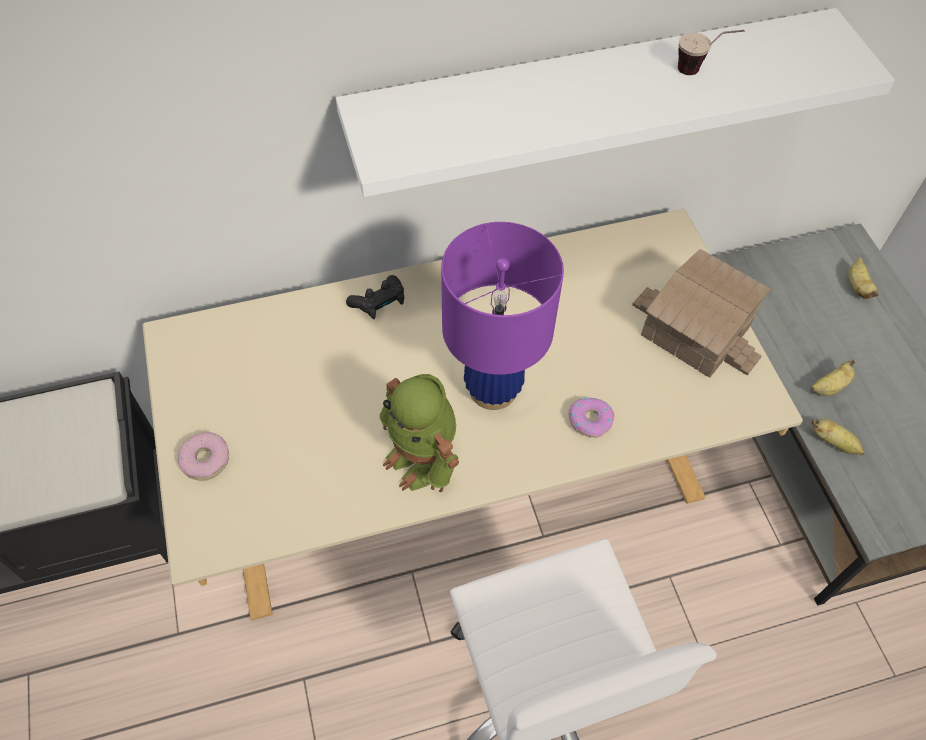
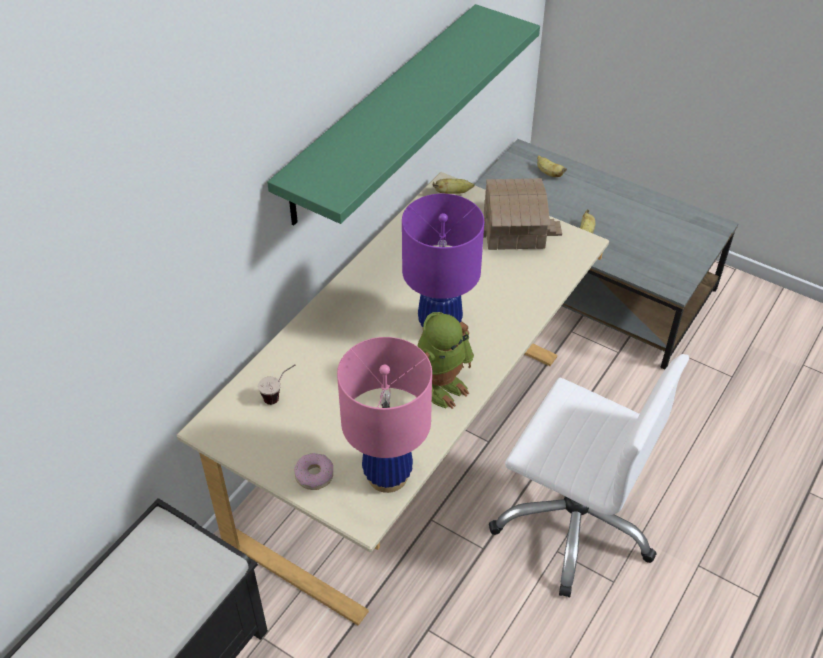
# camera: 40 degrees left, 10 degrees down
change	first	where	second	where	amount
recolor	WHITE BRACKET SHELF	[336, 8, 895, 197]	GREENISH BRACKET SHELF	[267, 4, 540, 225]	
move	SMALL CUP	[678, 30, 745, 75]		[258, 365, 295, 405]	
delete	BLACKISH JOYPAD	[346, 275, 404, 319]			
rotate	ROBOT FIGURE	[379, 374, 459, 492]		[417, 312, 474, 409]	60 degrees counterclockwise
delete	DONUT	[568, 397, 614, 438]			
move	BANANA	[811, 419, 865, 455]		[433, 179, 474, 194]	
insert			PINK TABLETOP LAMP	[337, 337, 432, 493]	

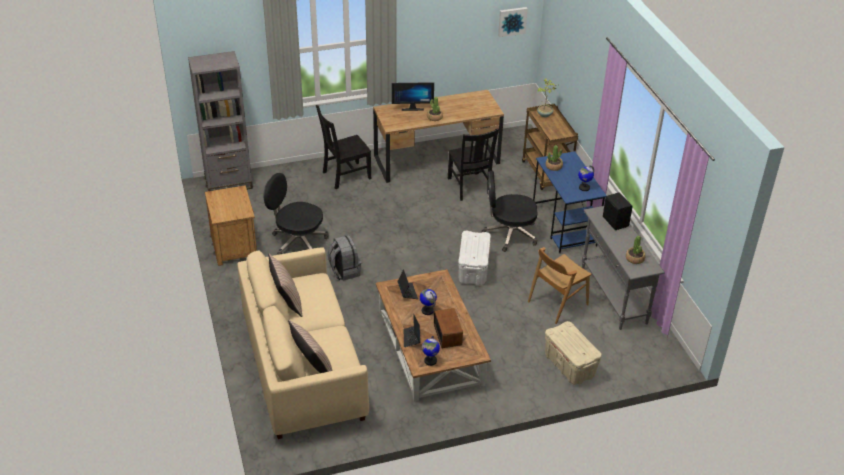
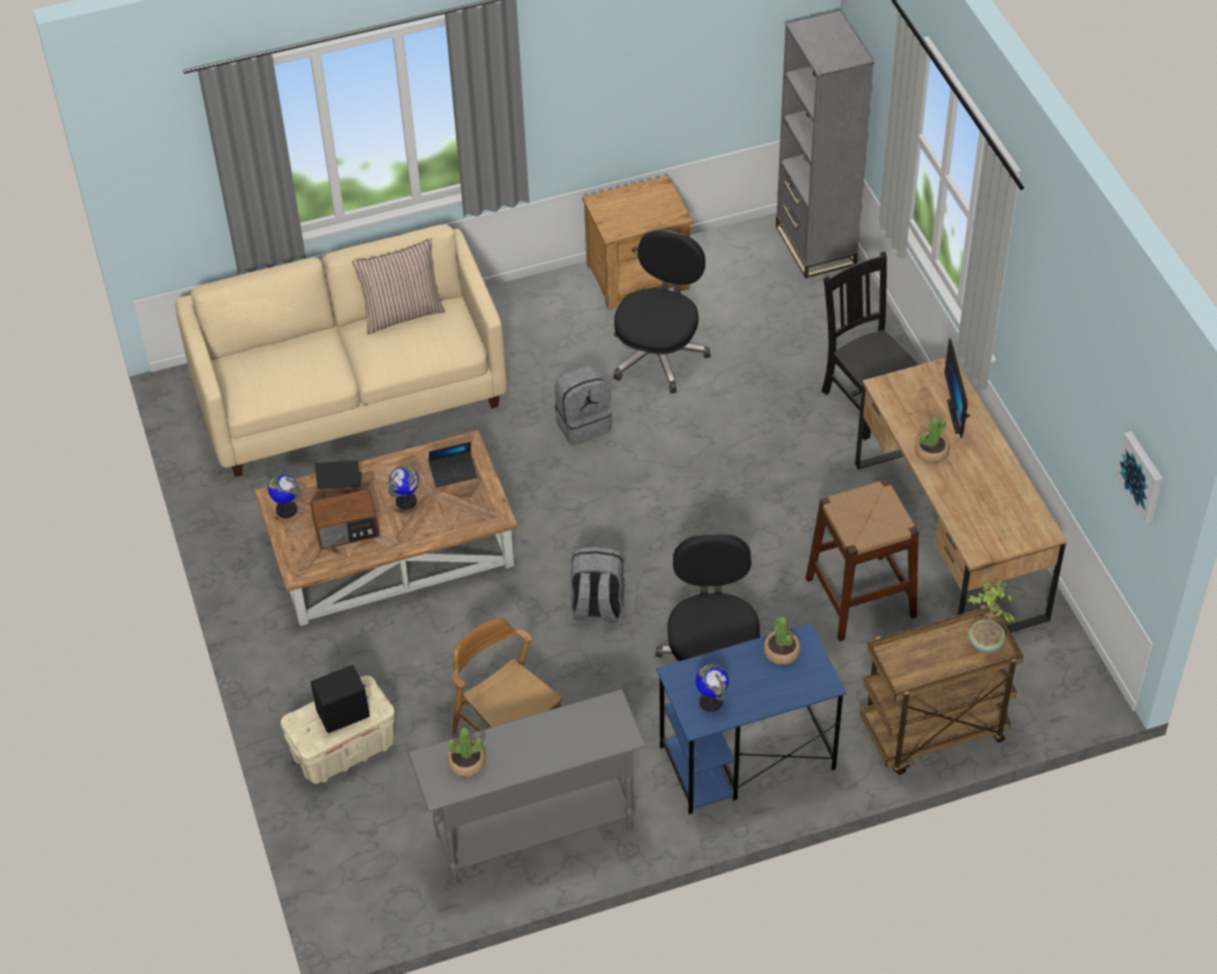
# camera: 90 degrees right, 10 degrees up
change	first	where	second	where	amount
replace	BLACKISH PLAIN CHAIR	[448, 128, 499, 201]	BROWN STOOL SEAT	[806, 479, 919, 641]	
move	BLACKISH SPEAKER	[603, 193, 633, 230]		[311, 665, 370, 733]	
replace	WHITE STORAGE CONTAINER	[458, 231, 491, 285]	GRAY BACKPACK	[570, 547, 625, 623]	
delete	THROW PILLOW	[288, 320, 333, 373]			

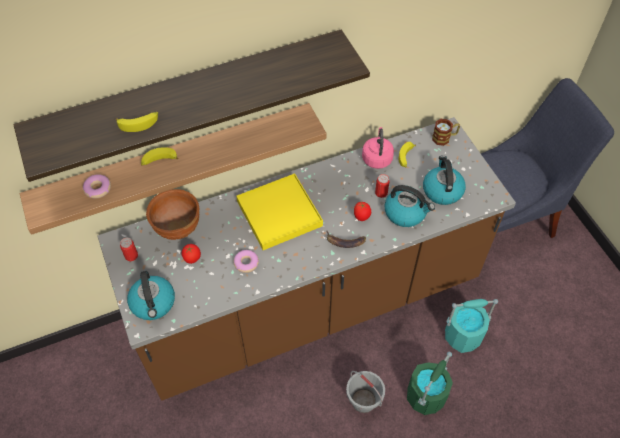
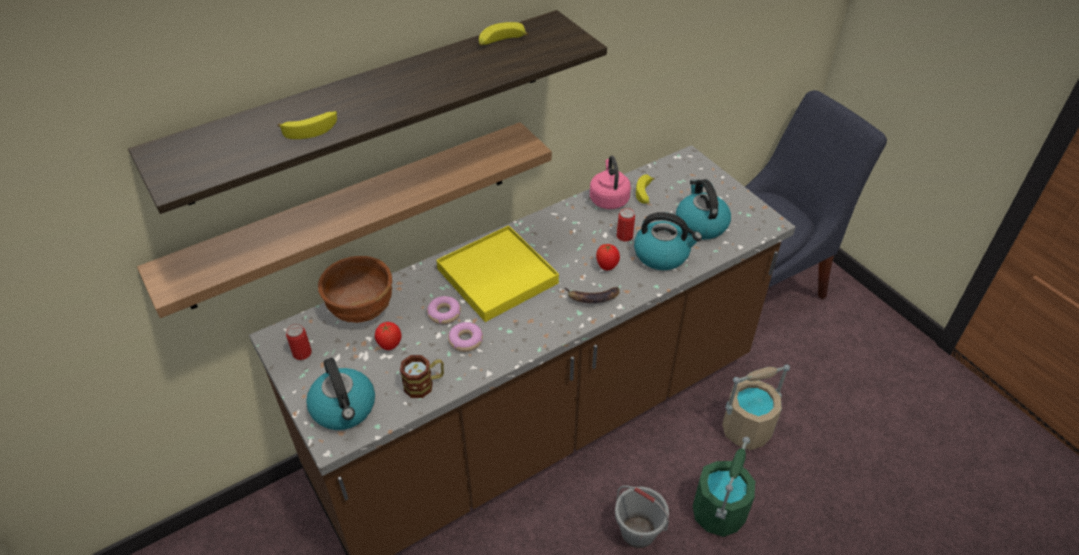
# camera: 10 degrees left, 10 degrees down
change	first	where	second	where	amount
move	MUG	[432, 119, 460, 146]		[400, 355, 444, 398]	
move	BANANA	[141, 147, 178, 166]		[479, 22, 529, 46]	
move	DONUT	[83, 174, 111, 199]		[427, 296, 461, 324]	
recolor	TURQUOISE-COLOURED BUCKET	[445, 299, 498, 353]	BEIGE BUCKET	[722, 364, 790, 450]	

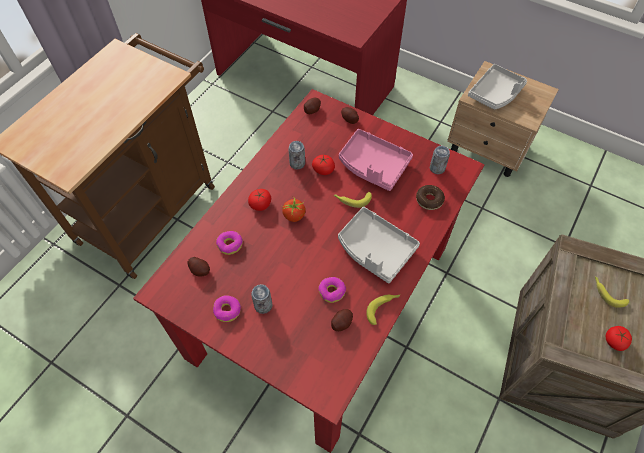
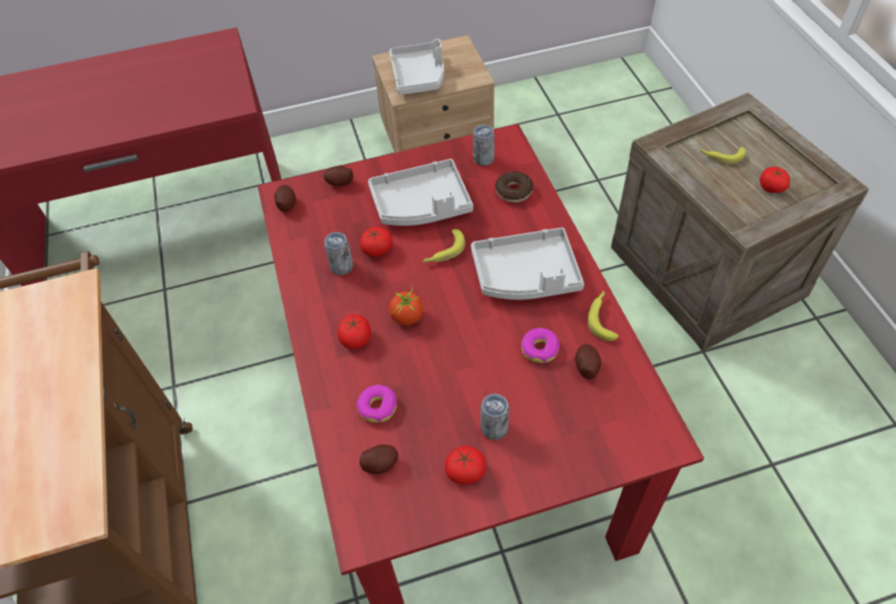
# camera: 45 degrees left, 5 degrees down
change	first	where	second	where	amount
recolor	PINK SERVING TRAY	[339, 129, 413, 191]	GRAY SERVING TRAY	[368, 159, 473, 226]	
replace	DONUT	[213, 295, 241, 322]	TOMATO	[445, 446, 486, 484]	

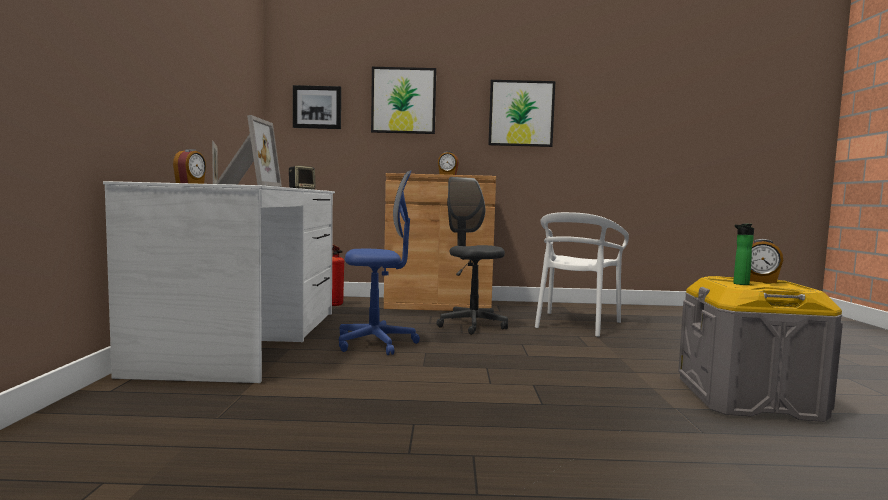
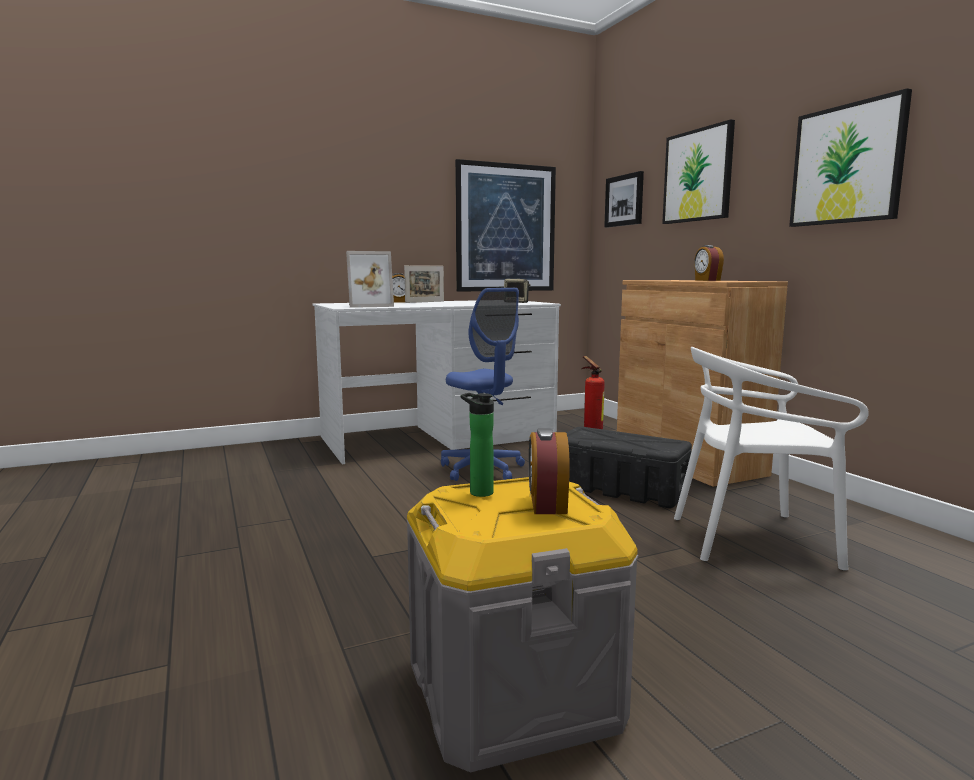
# camera: 65 degrees right, 5 degrees up
change	first	where	second	where	amount
replace	GRAY OFFICE CHAIR	[436, 177, 508, 335]	BLACKISH STORAGE CONTAINER	[566, 427, 692, 508]	
insert			WALL PICTURE	[455, 159, 556, 292]	

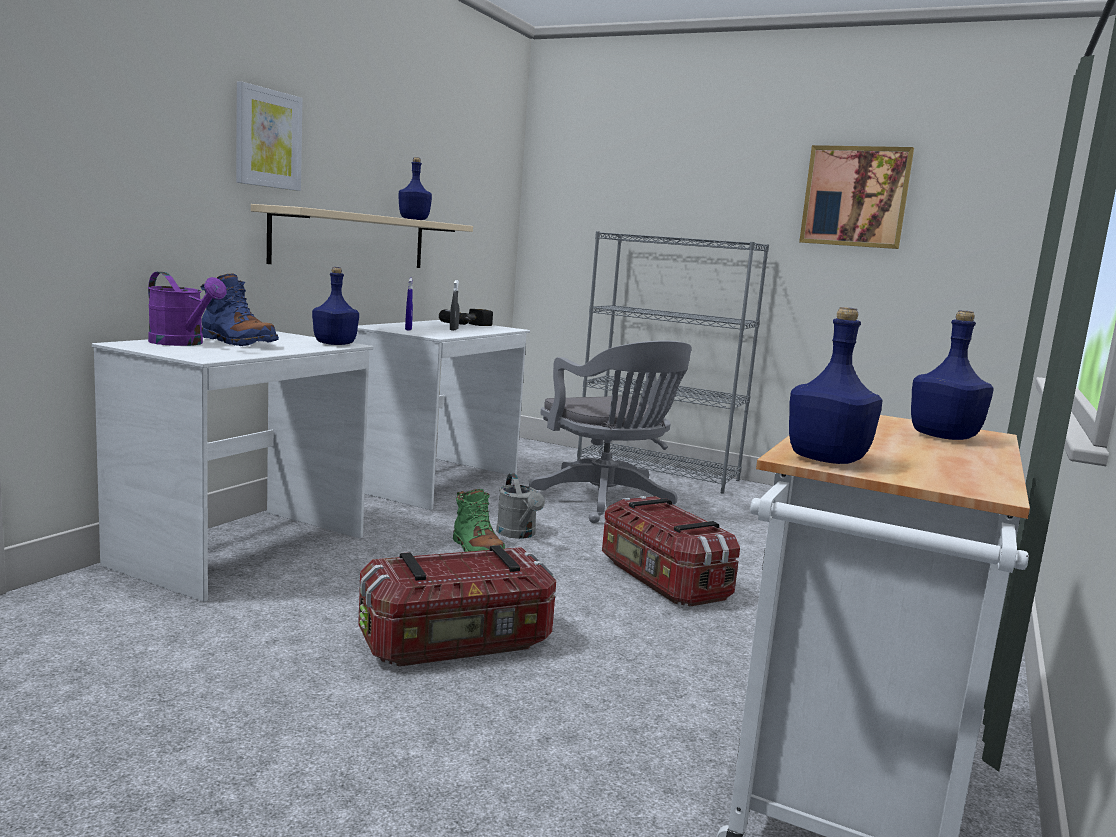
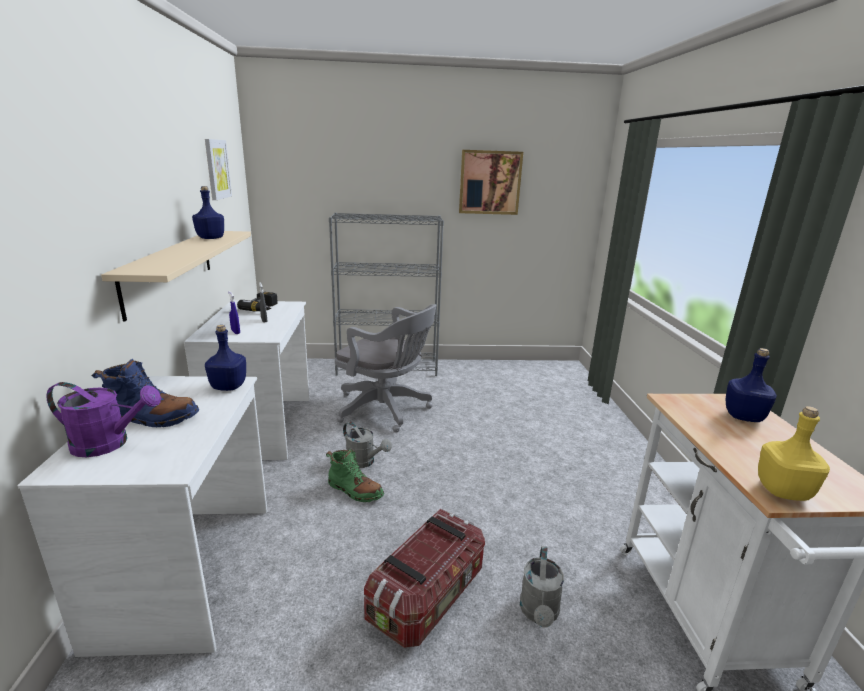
# camera: 30 degrees left, 10 degrees up
change	first	where	second	where	amount
move	WALL PICTURE	[236, 81, 303, 191]		[205, 139, 232, 200]	
recolor	BLUISH BOTTLE	[789, 307, 883, 464]	YELLOWISH BOTTLE	[758, 406, 830, 501]	
delete	STORAGE CONTAINER	[602, 496, 740, 607]			
insert			GRAY WATERING CAN	[520, 546, 564, 628]	

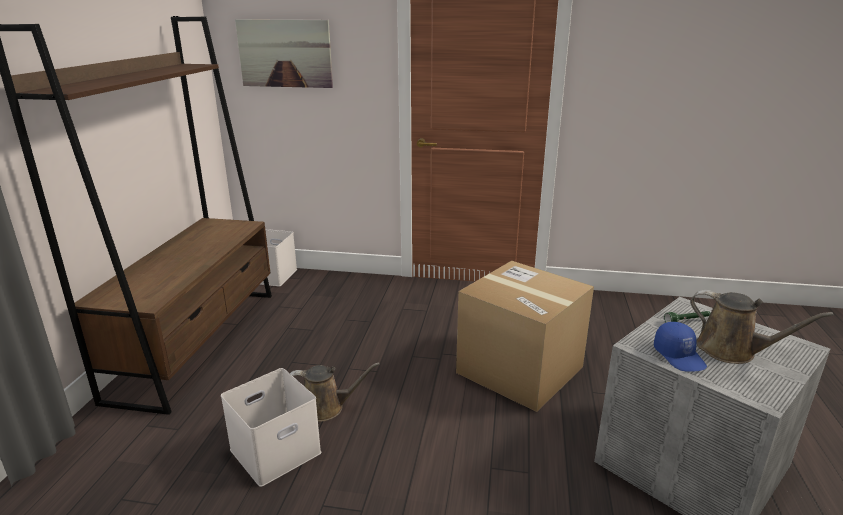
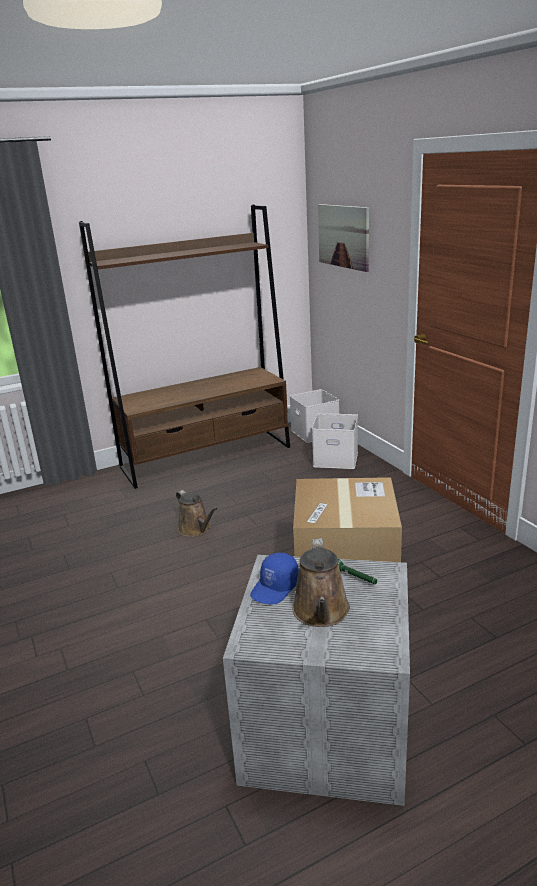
# camera: 55 degrees right, 0 degrees up
change	first	where	second	where	amount
move	WHITE STORAGE CONTAINER	[221, 368, 321, 487]		[312, 413, 358, 469]	

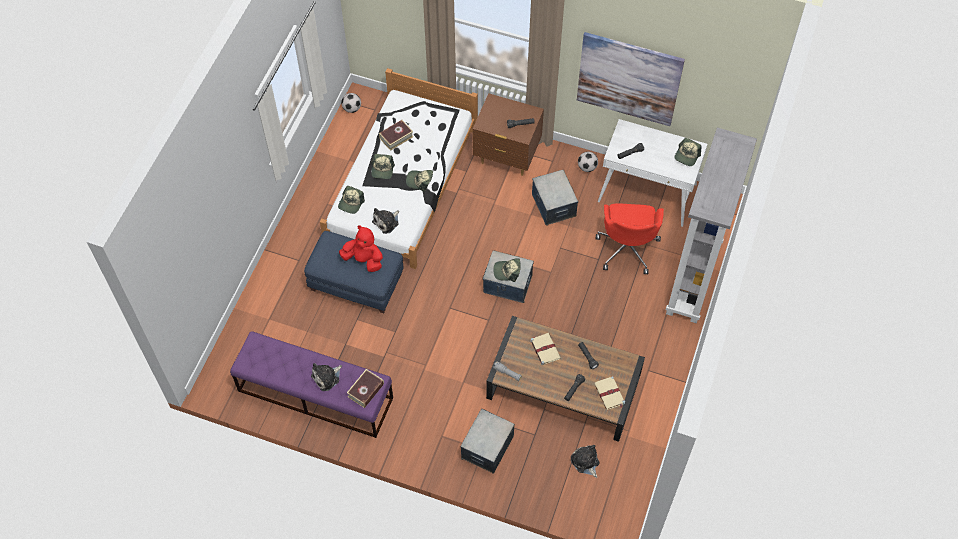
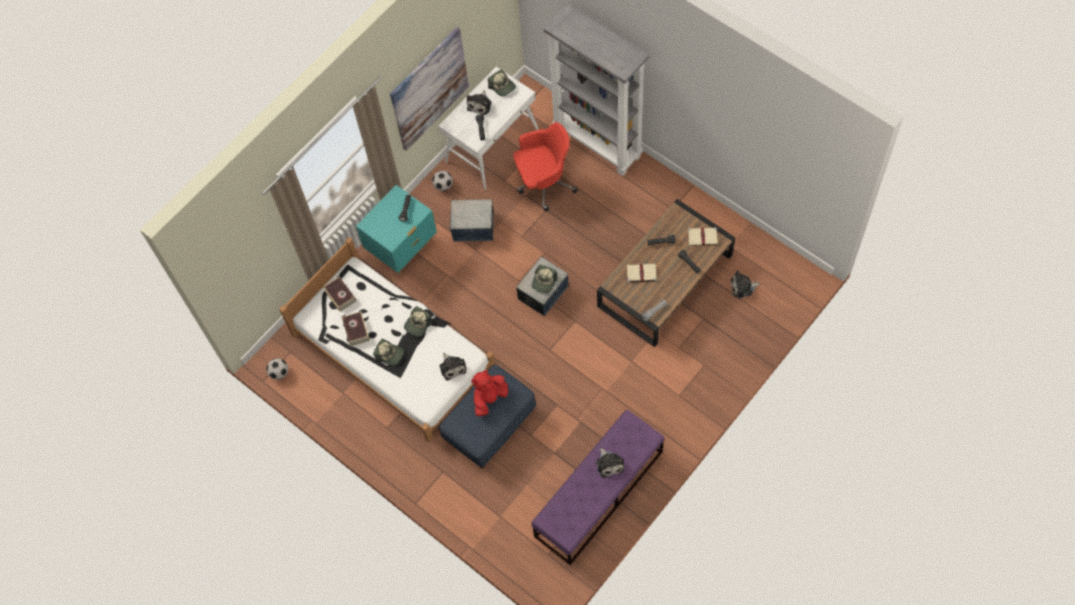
# camera: 65 degrees left, 5 degrees up
change	first	where	second	where	amount
recolor	BROWN NIGHTSTAND	[472, 93, 544, 176]	TURQUOISE-COLOURED NIGHTSTAND	[356, 185, 437, 274]	
delete	CAP	[338, 186, 365, 214]			
rotate	RED-COLOURED OFFICE CHAIR	[596, 203, 664, 274]		[513, 122, 578, 211]	45 degrees counterclockwise
move	VOLUME	[347, 369, 384, 408]		[323, 277, 356, 312]	
delete	STORAGE CONTAINER	[461, 409, 515, 473]			
insert			SOFT TOY	[467, 90, 492, 115]	

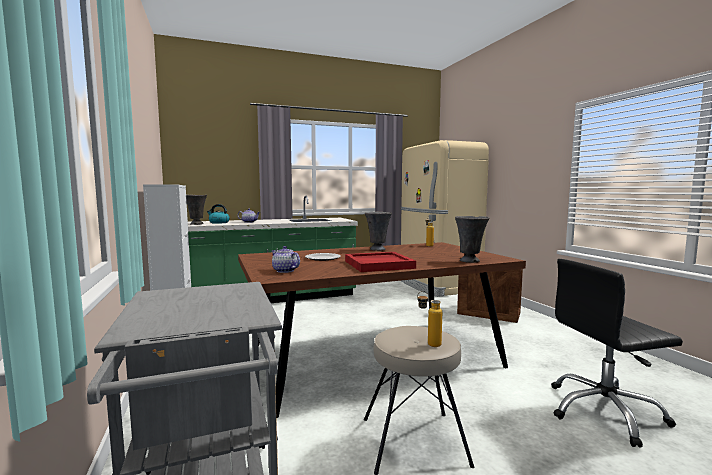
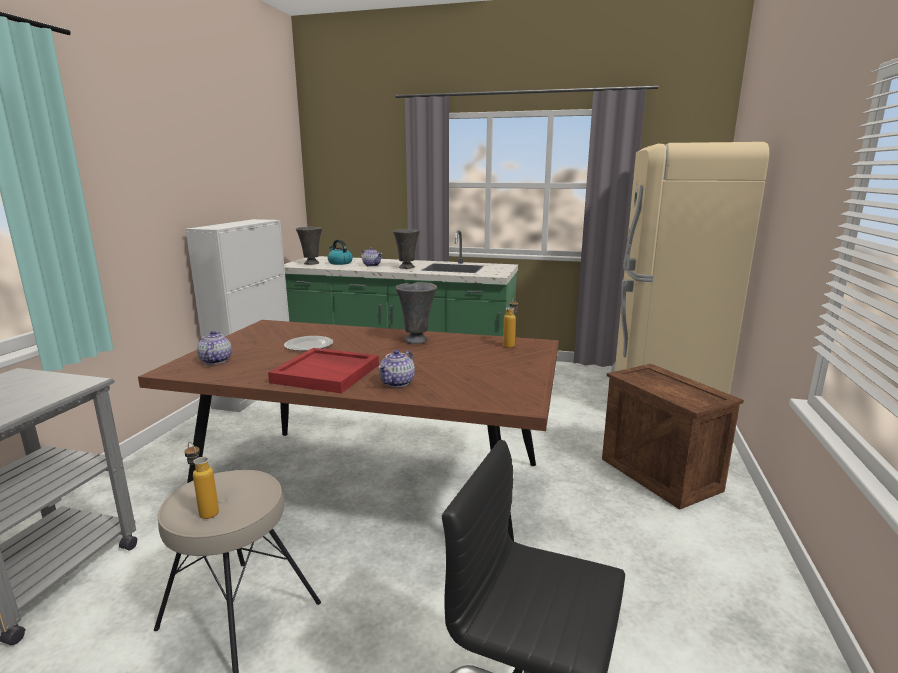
# camera: 35 degrees right, 10 degrees up
change	first	where	second	where	amount
move	GRAY VASE	[455, 216, 489, 263]		[393, 229, 420, 269]	
insert			TEAPOT	[378, 350, 415, 387]	

